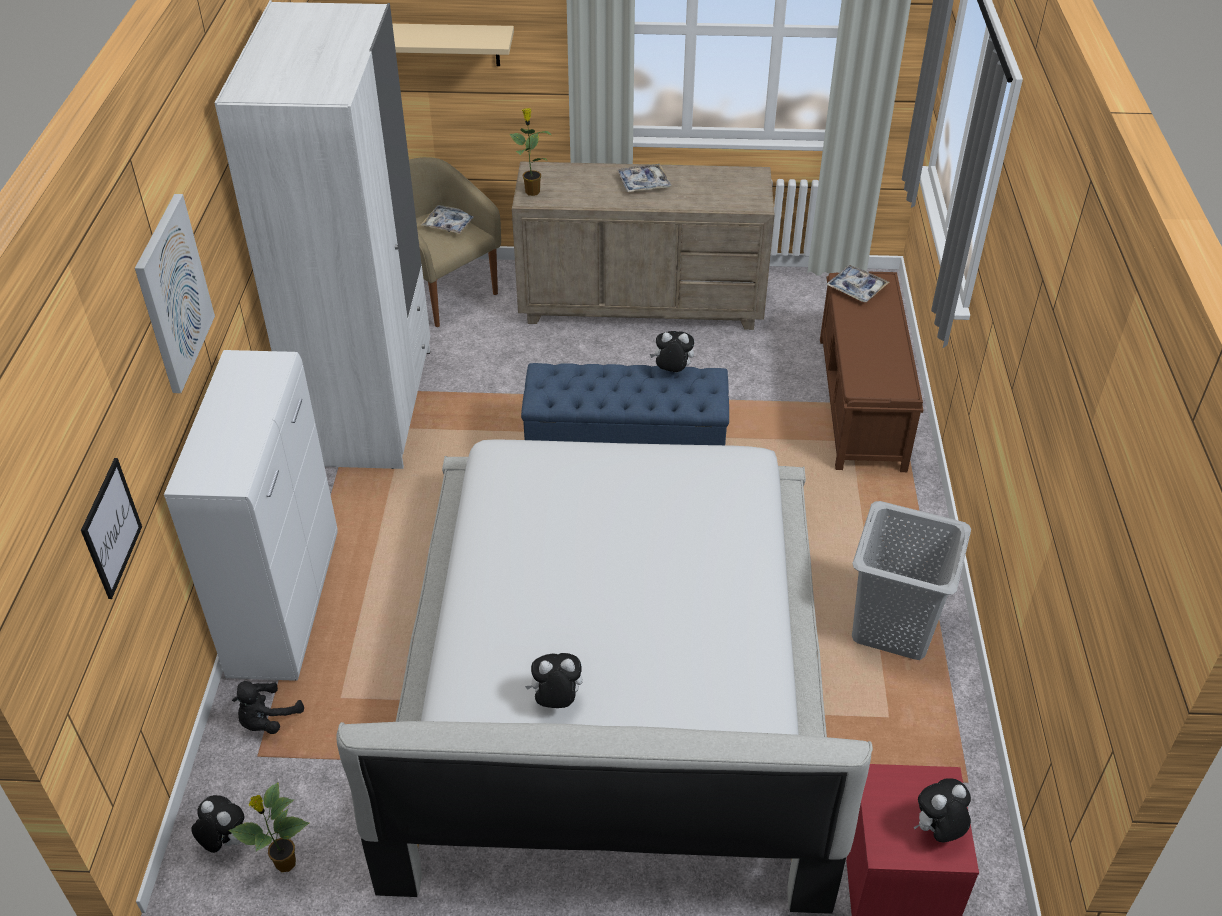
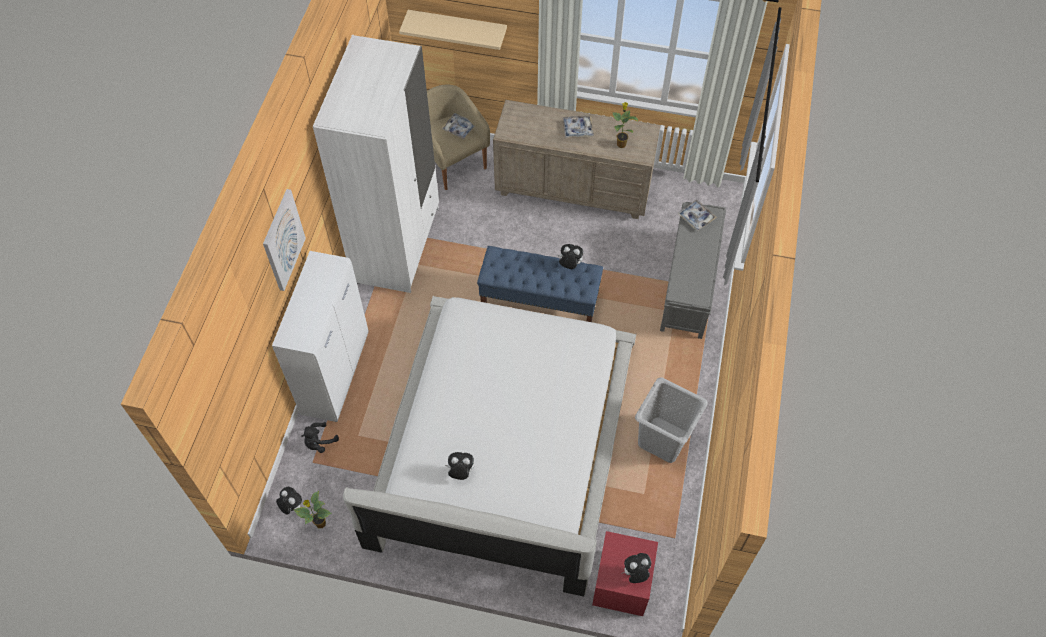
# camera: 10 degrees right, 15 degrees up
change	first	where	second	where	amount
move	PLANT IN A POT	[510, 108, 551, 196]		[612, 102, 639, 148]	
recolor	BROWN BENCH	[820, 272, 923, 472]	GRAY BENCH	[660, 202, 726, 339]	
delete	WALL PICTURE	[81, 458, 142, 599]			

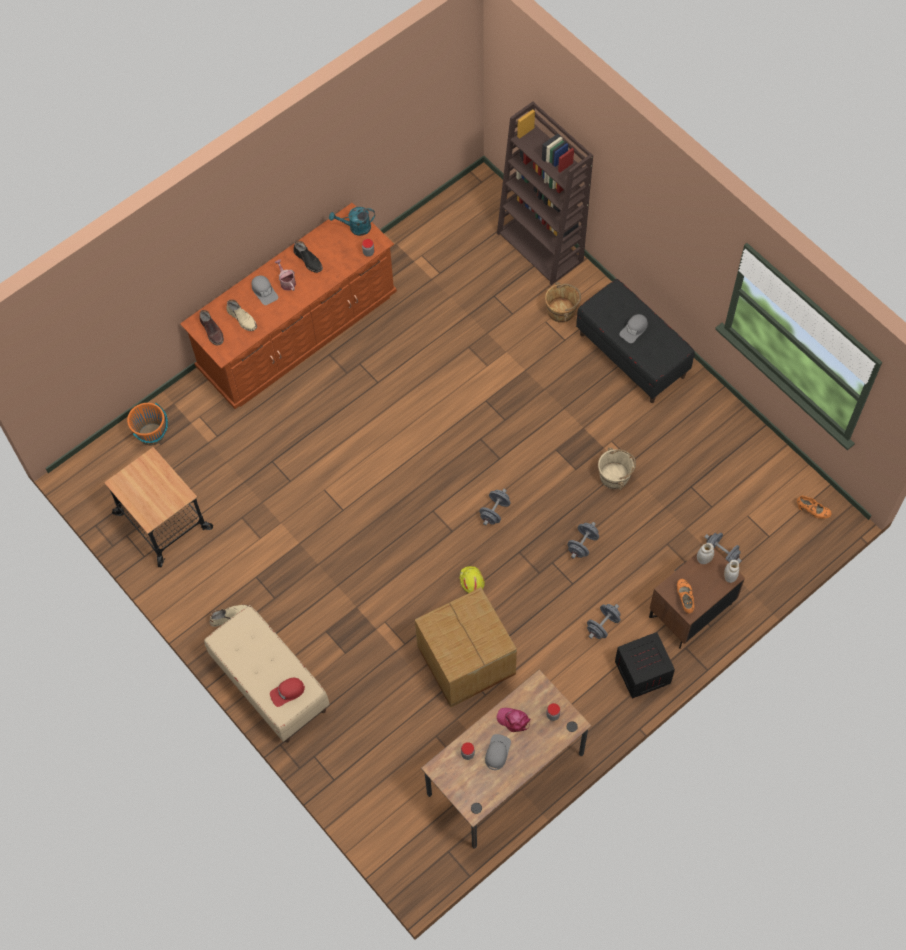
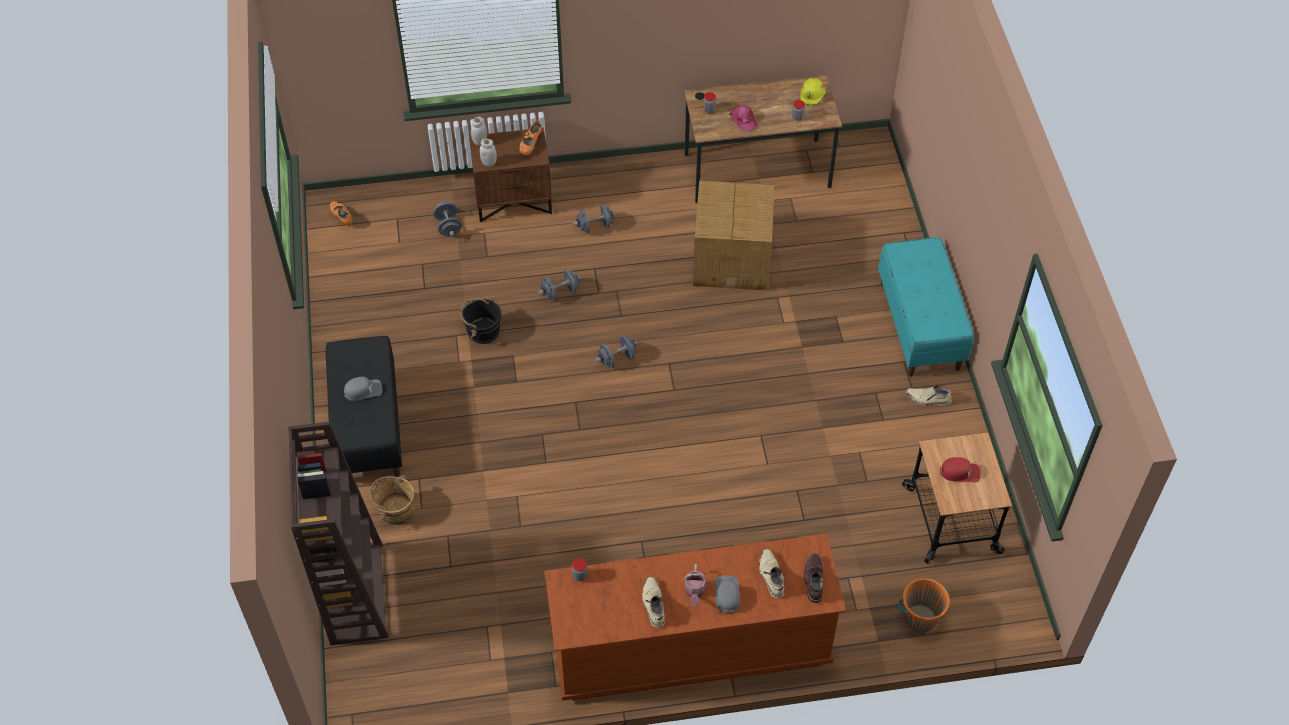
# camera: 150 degrees left, 10 degrees down
change	first	where	second	where	amount
delete	TURQUOISE-COLOURED WATERING CAN	[329, 207, 375, 236]			
recolor	BLACKISH BOOT	[293, 241, 323, 273]	BEIGE BOOT	[642, 577, 665, 627]	
recolor	BEIGE BUCKET	[598, 447, 636, 490]	BLACKISH BUCKET	[460, 298, 501, 344]	
move	YELLOWISH WORK HELMET	[459, 566, 485, 593]		[800, 77, 826, 105]	
recolor	BEIGE BENCH	[204, 605, 329, 742]	TURQUOISE-COLOURED BENCH	[878, 237, 974, 377]	
delete	PACKING CRATE	[615, 632, 675, 699]			
move	RED-COLOURED CAP	[270, 678, 305, 707]		[940, 457, 981, 482]	
delete	GRAY CAP	[485, 734, 511, 770]			

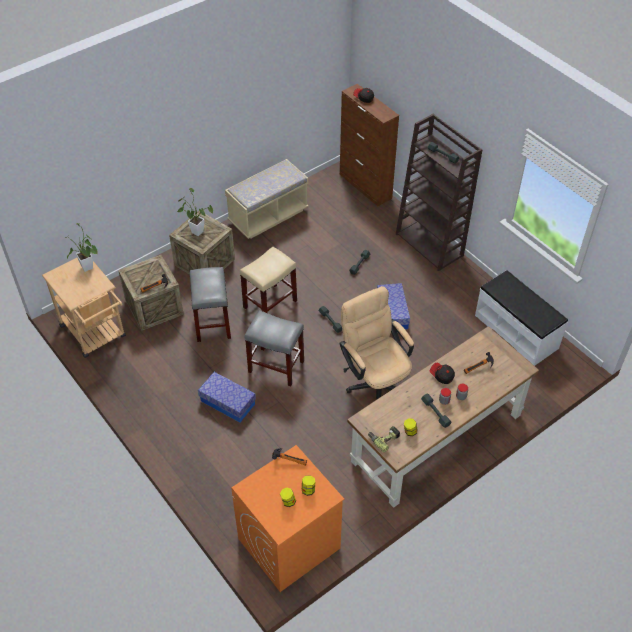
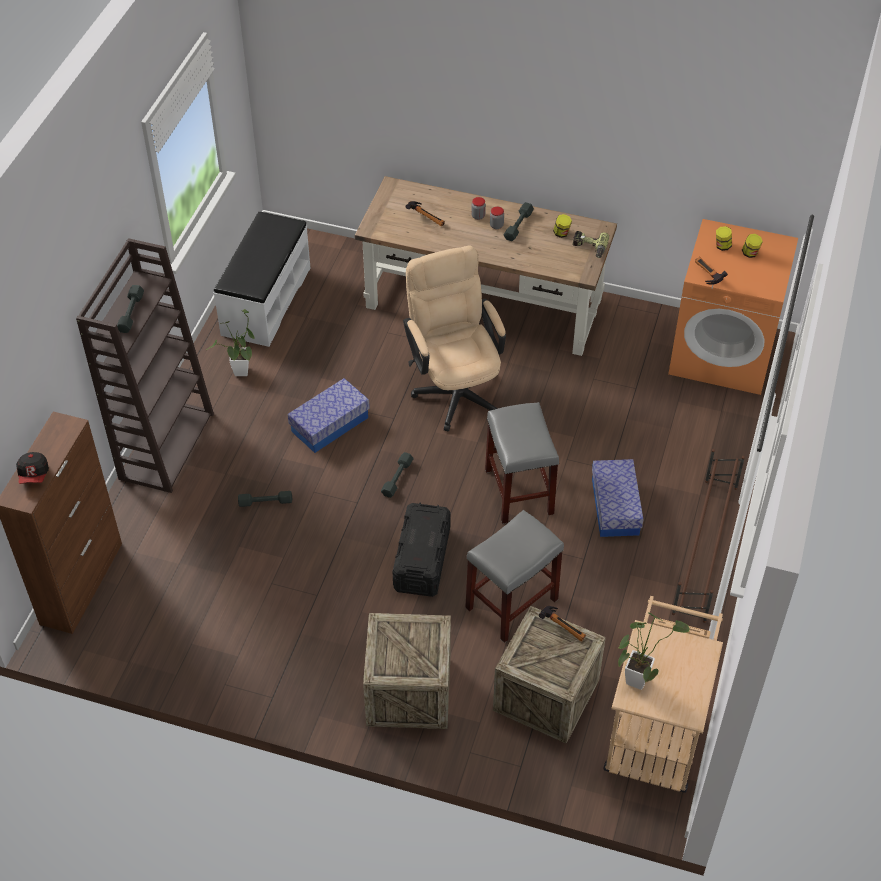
# camera: 125 degrees left, 0 degrees up
change	first	where	second	where	amount
delete	BEIGE BENCH	[225, 159, 309, 239]			
move	PLANT IN A POT	[177, 188, 213, 236]		[206, 309, 255, 376]	
replace	BEIGE STOOL SEAT	[240, 247, 297, 313]	BLACKISH STORAGE CONTAINER	[392, 502, 451, 597]	
rotate	BEIGE OFFICE CHAIR	[339, 286, 414, 400]		[403, 245, 506, 432]	135 degrees clockwise
delete	CAP	[430, 363, 455, 384]			
insert			BROWN SHOE SHELF	[672, 449, 745, 623]	

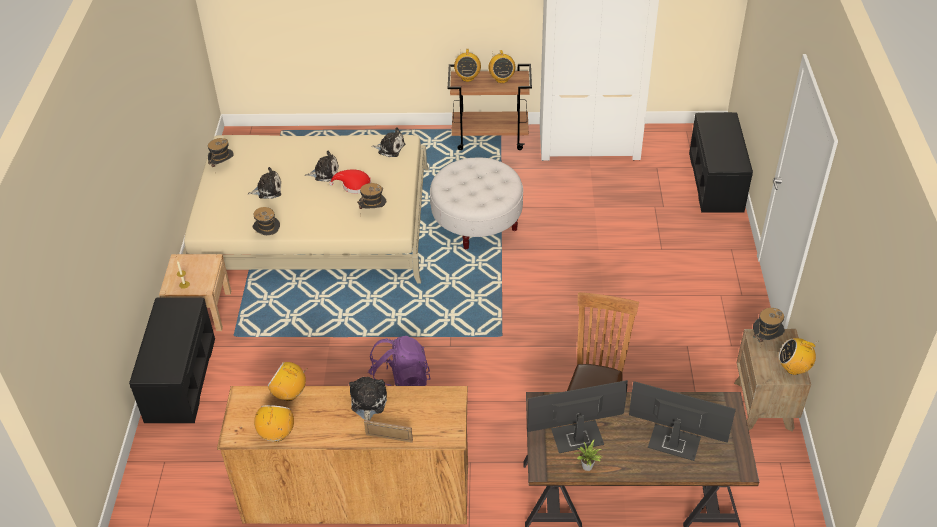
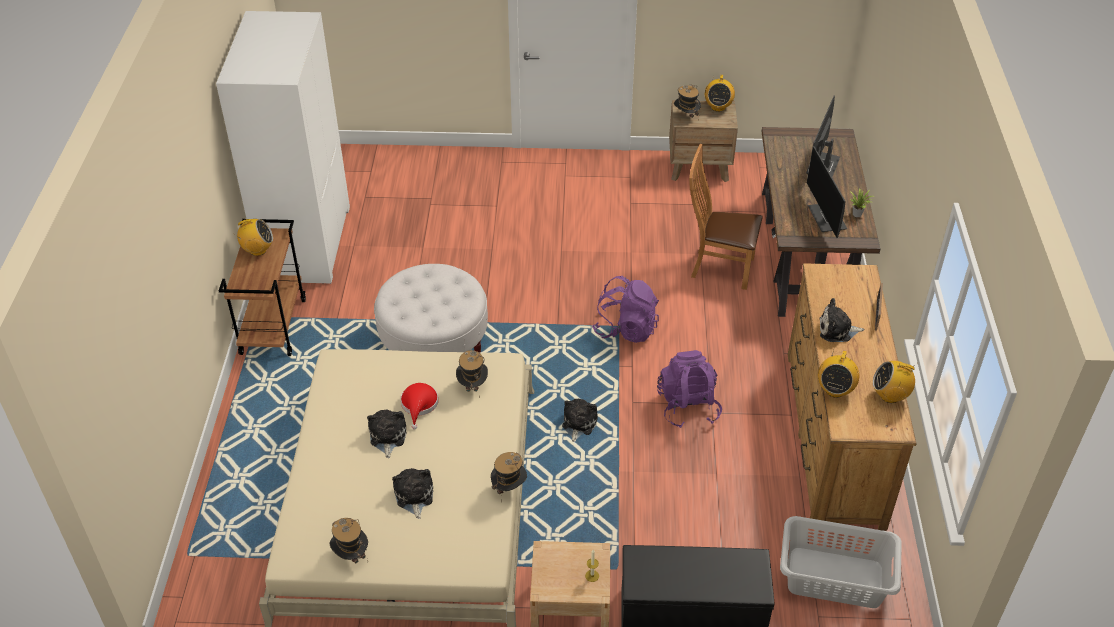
# camera: 90 degrees left, 0 degrees up
change	first	where	second	where	amount
delete	RADIO	[454, 49, 481, 82]			
delete	BLACKISH BENCH	[689, 112, 753, 213]			
move	SOFT TOY	[371, 127, 405, 157]		[562, 398, 598, 442]	
insert			PURPLE BACKPACK	[592, 276, 659, 343]	
insert			GRAY LAUNDRY BASKET	[780, 516, 902, 608]	

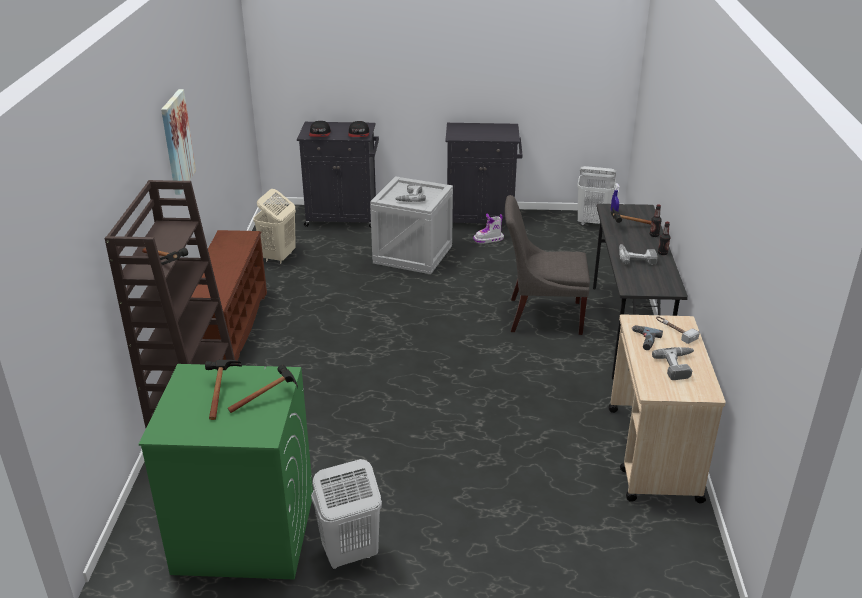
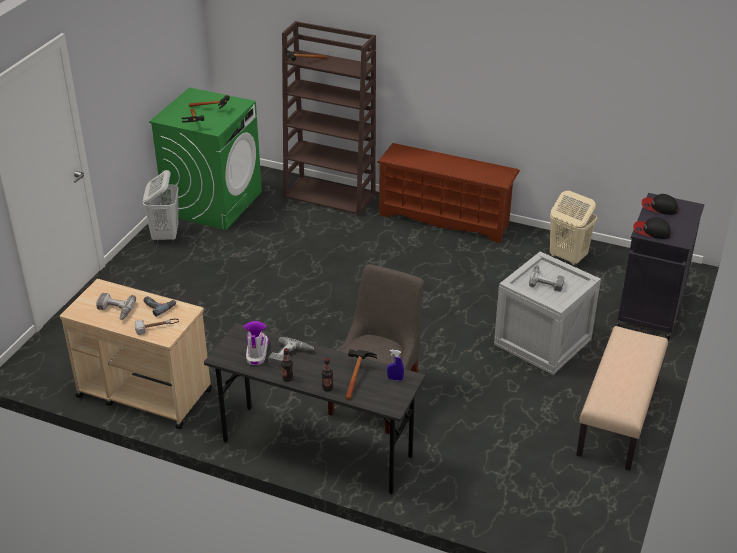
# camera: 110 degrees right, 5 degrees up
change	first	where	second	where	amount
delete	WALL PICTURE	[161, 89, 196, 195]			
replace	BLACKISH CABINET	[445, 123, 522, 224]	BEIGE BENCH	[576, 326, 668, 471]	
delete	WHITE LAUNDRY BASKET	[577, 166, 616, 225]			
move	BOOT	[473, 213, 504, 243]		[243, 321, 269, 365]	

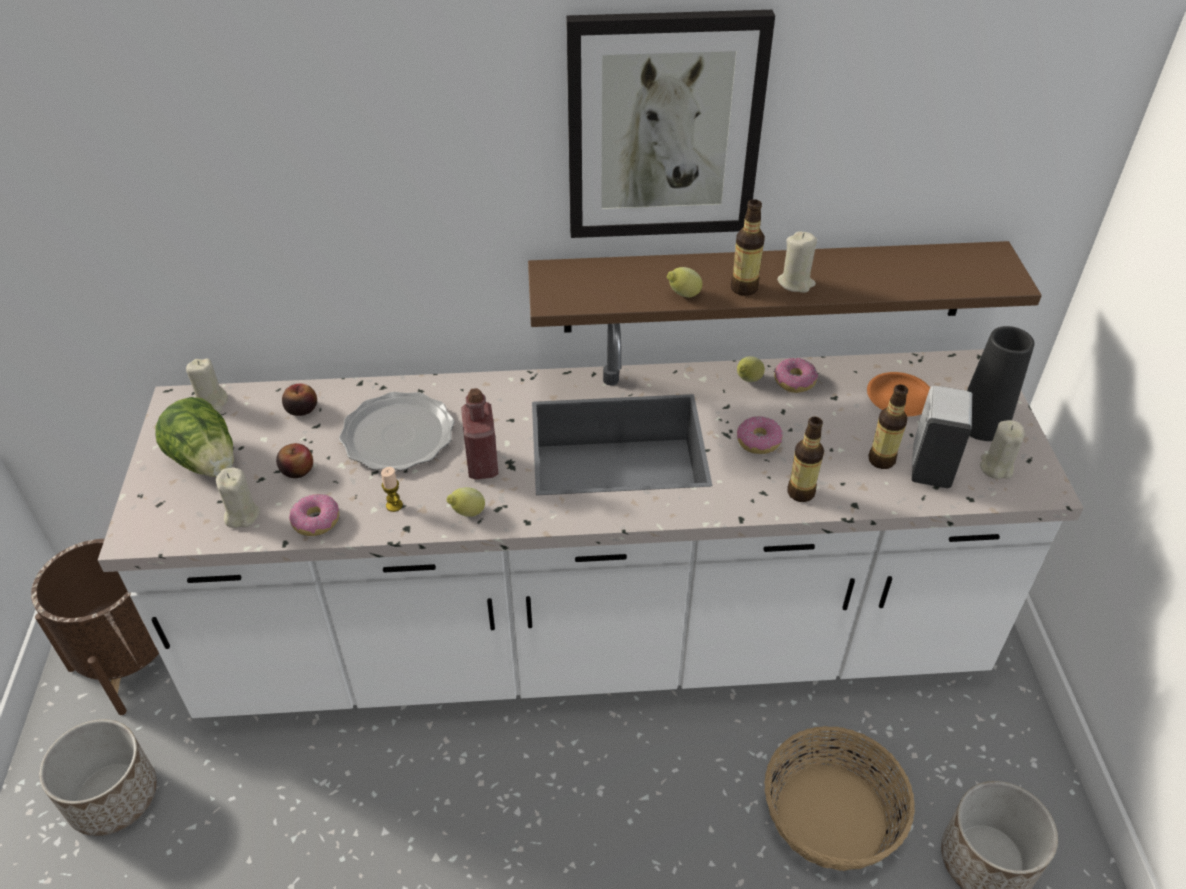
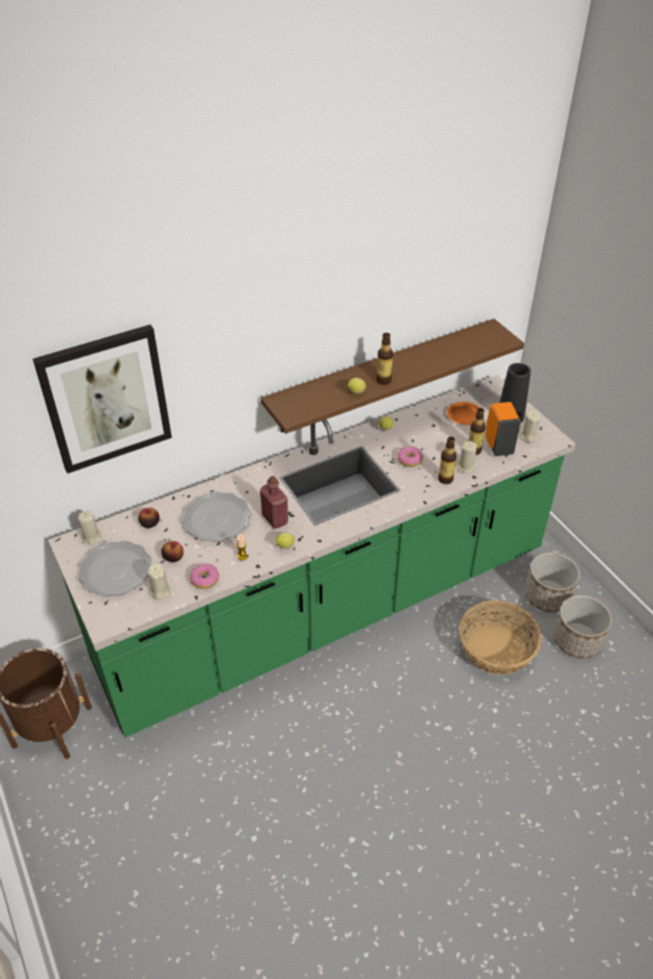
# camera: 25 degrees left, 0 degrees up
change	first	where	second	where	amount
move	WALL PICTURE	[566, 10, 775, 238]		[33, 324, 172, 474]	
move	BEIGE CANDLE	[777, 231, 817, 293]		[457, 441, 477, 473]	
recolor	WHITE COUNTER	[98, 323, 1083, 718]	GREENISH COUNTER	[48, 375, 576, 738]	
delete	DONUT	[774, 358, 818, 393]			
recolor	WHITE SOAP DISPENSER	[912, 386, 972, 488]	ORANGEY SOAP DISPENSER	[485, 402, 521, 456]	
replace	HEAD OF LETTUCE	[155, 397, 234, 477]	PLATE	[78, 541, 152, 597]	
move	PLANT POT	[39, 719, 157, 836]		[525, 552, 580, 613]	

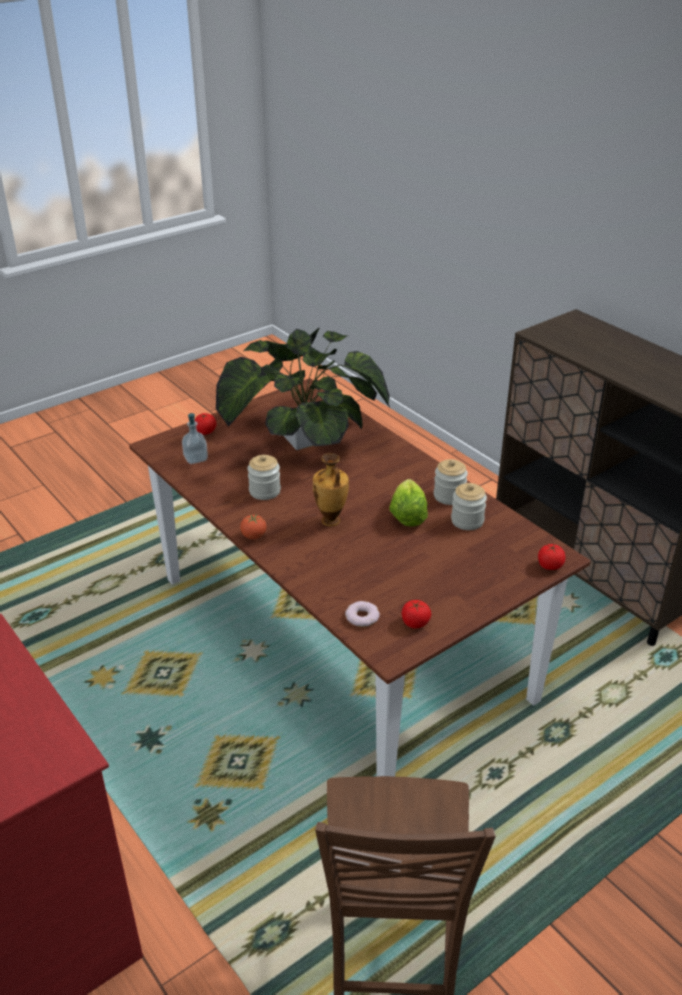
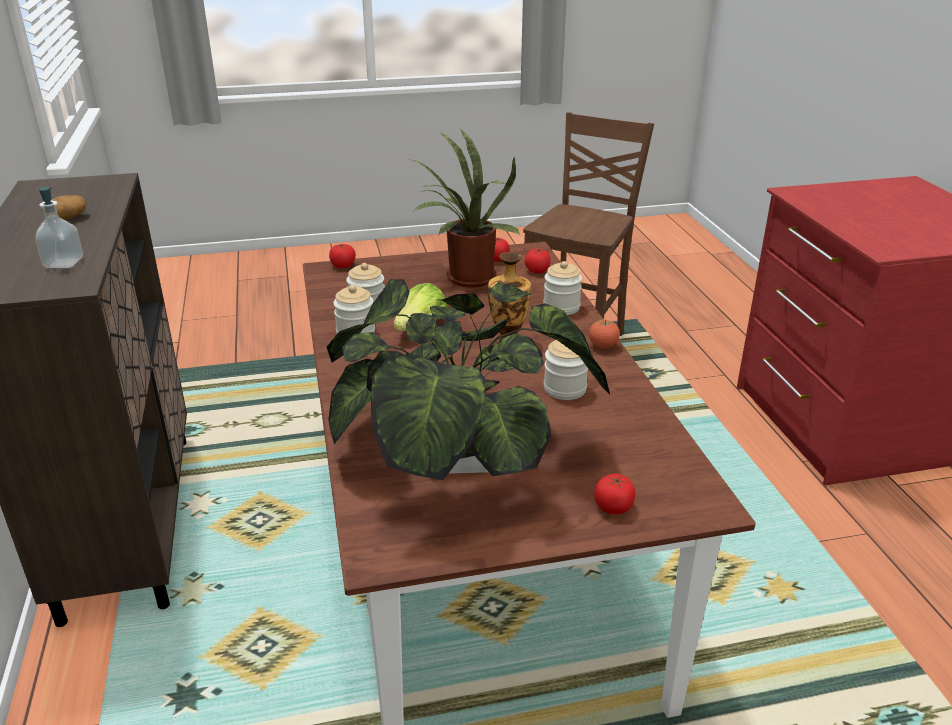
# camera: 155 degrees left, 5 degrees down
change	first	where	second	where	amount
move	SOAP DISPENSER	[182, 413, 208, 464]		[35, 187, 83, 268]	
replace	DONUT	[345, 601, 380, 627]	TOMATO	[525, 248, 550, 273]	
insert			PLANT IN A POT	[408, 129, 520, 287]	
insert			SPUD	[43, 195, 87, 220]	
insert			JAR	[543, 261, 582, 315]	

